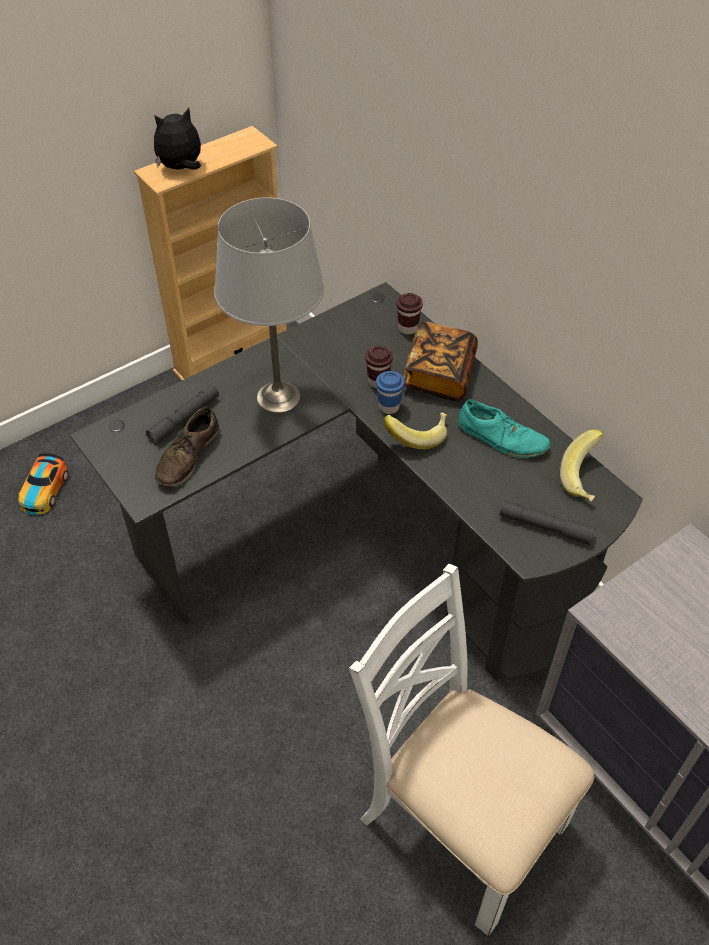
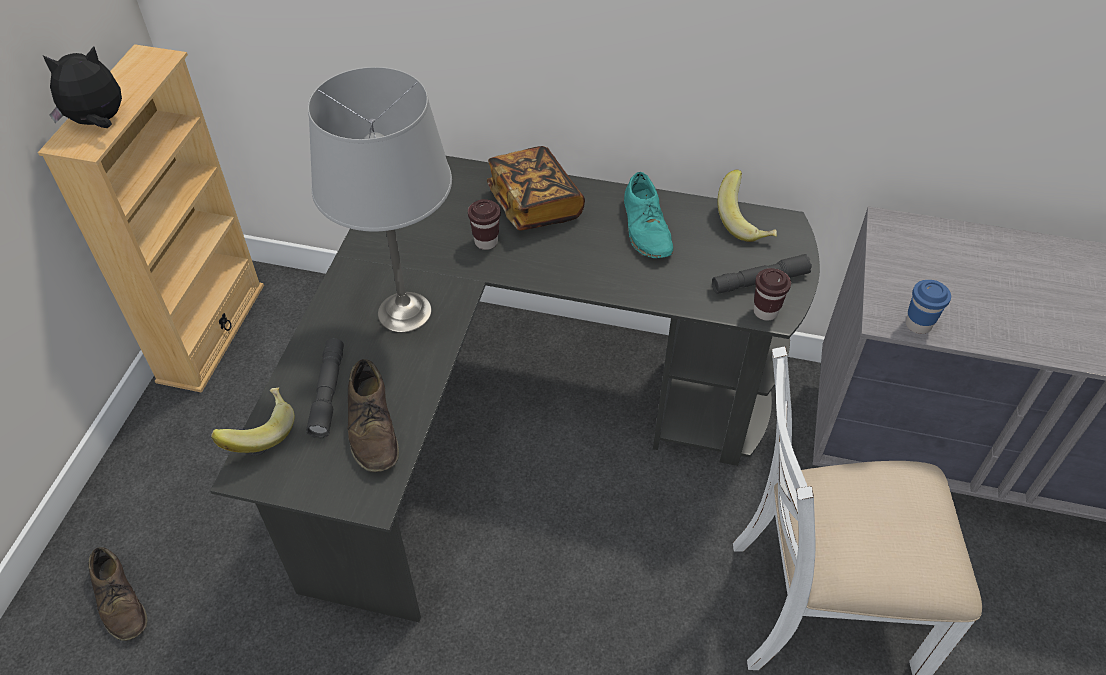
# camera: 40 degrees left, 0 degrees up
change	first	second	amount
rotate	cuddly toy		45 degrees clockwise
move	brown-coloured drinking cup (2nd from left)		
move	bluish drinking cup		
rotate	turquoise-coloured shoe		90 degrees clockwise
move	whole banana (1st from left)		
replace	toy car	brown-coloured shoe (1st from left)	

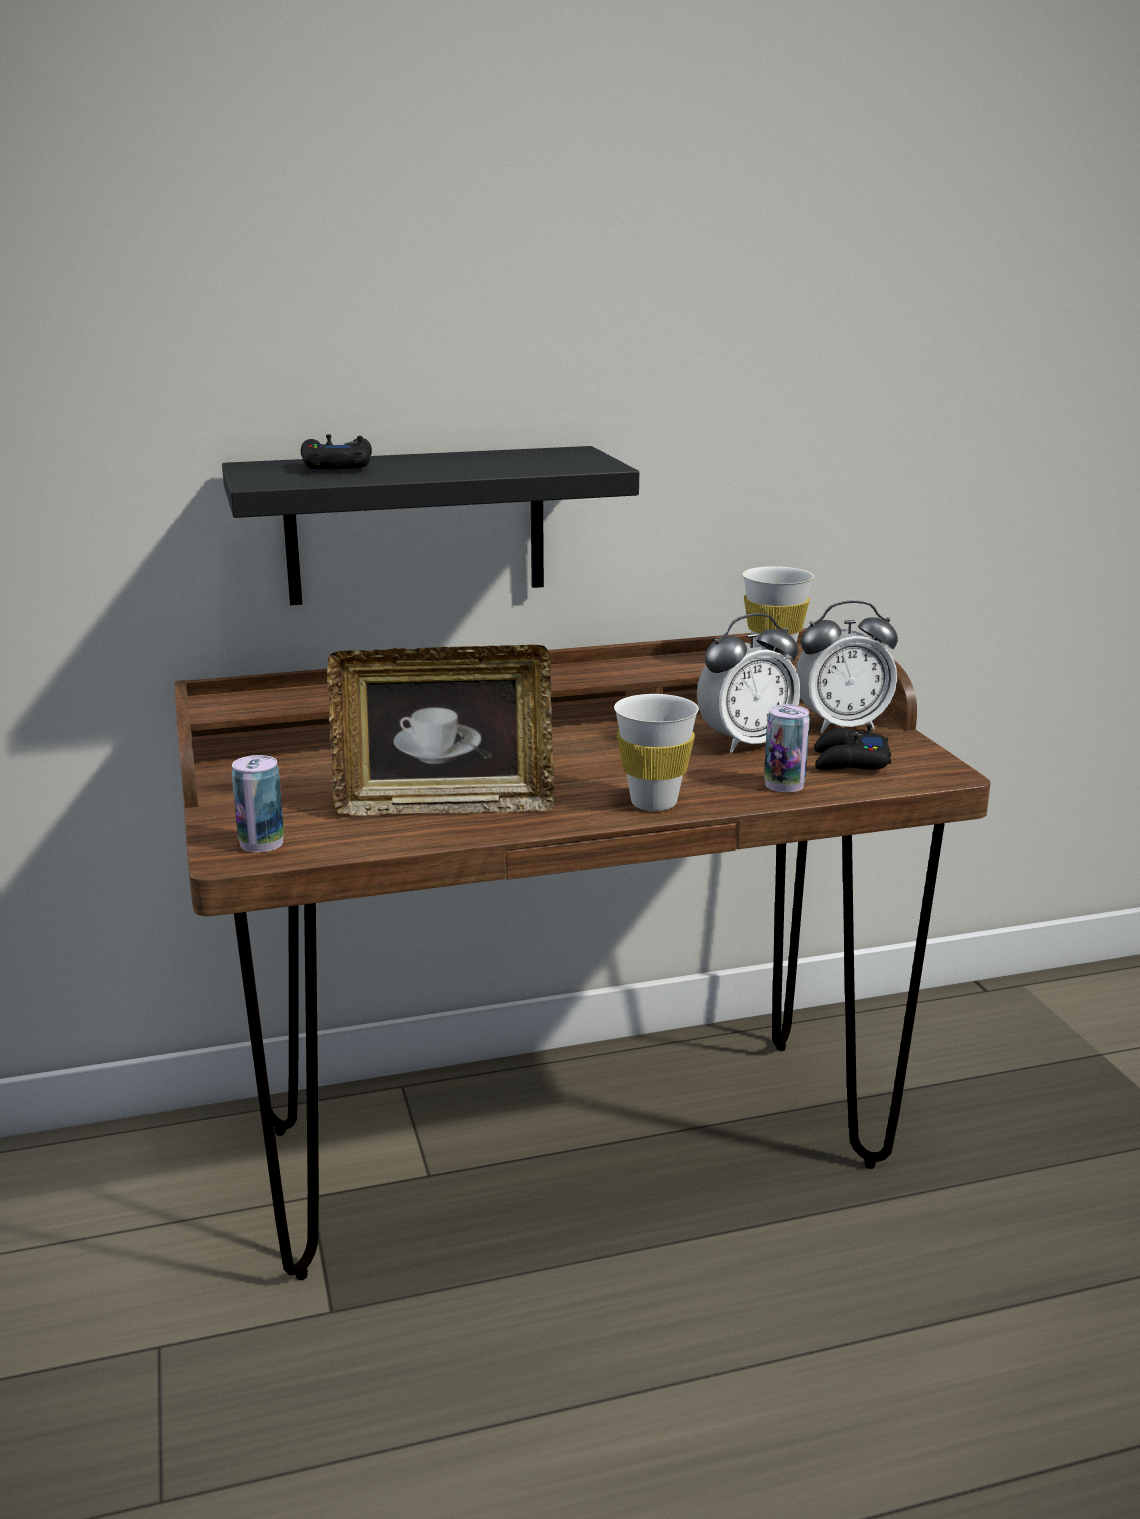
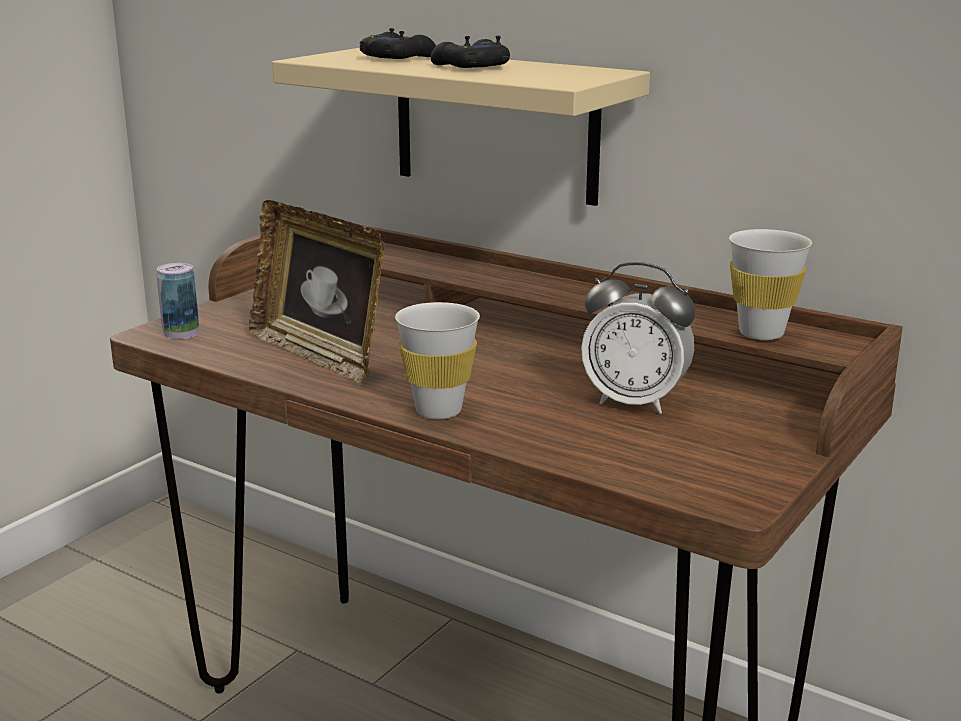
# camera: 50 degrees right, 0 degrees up
change	first	second	amount
recolor	black wall shelf	beige-coloured wall shelf	
delete	bedside clock (2nd from left)		
delete	can (2nd from left)		
move	black gamepad (2nd from left)		

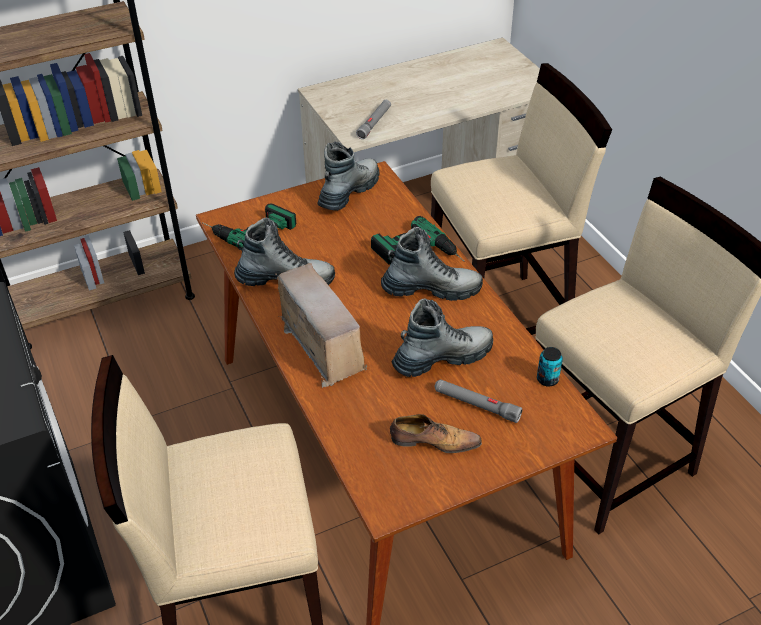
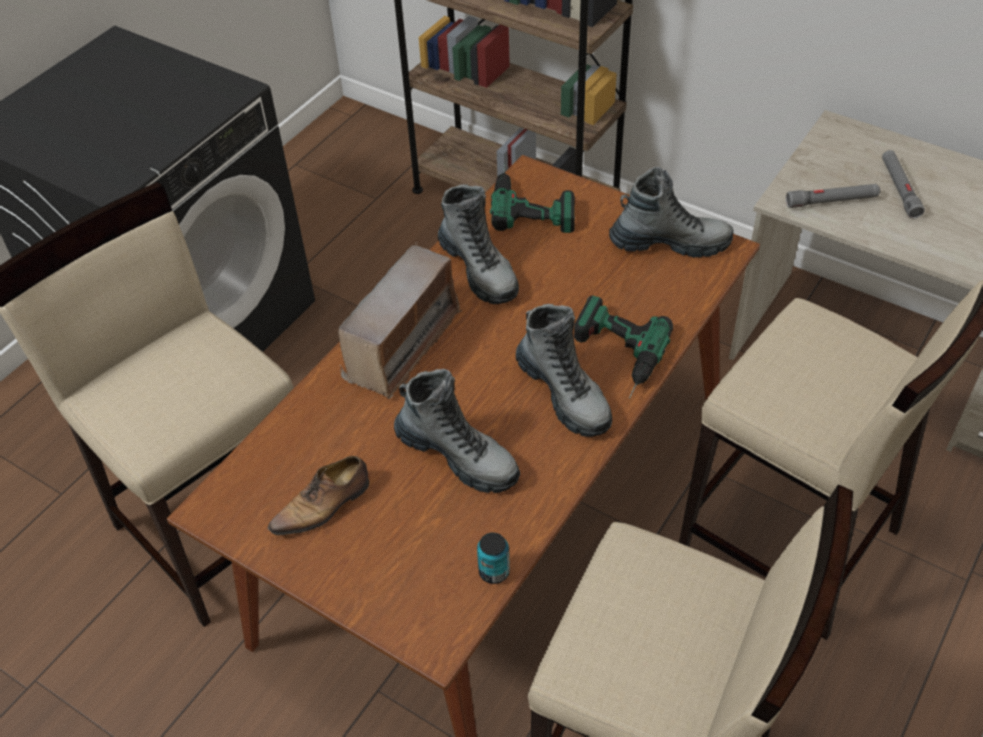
# camera: 60 degrees right, 5 degrees up
change	first	second	amount
move	gray flashlight (2nd from left)		
rotate	shoe		75 degrees clockwise

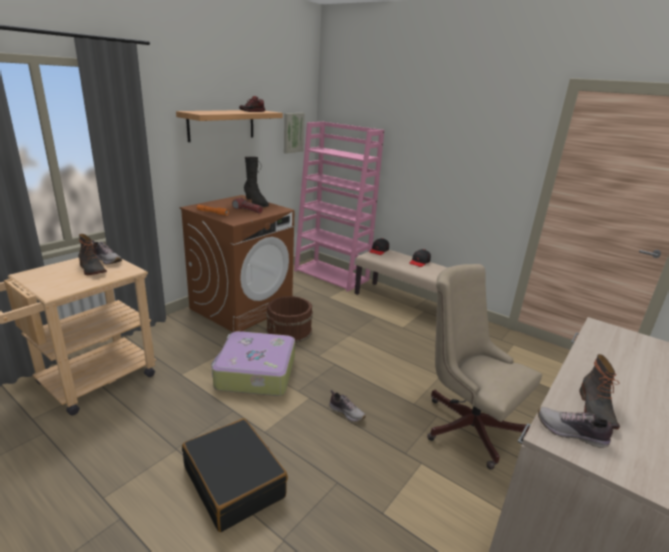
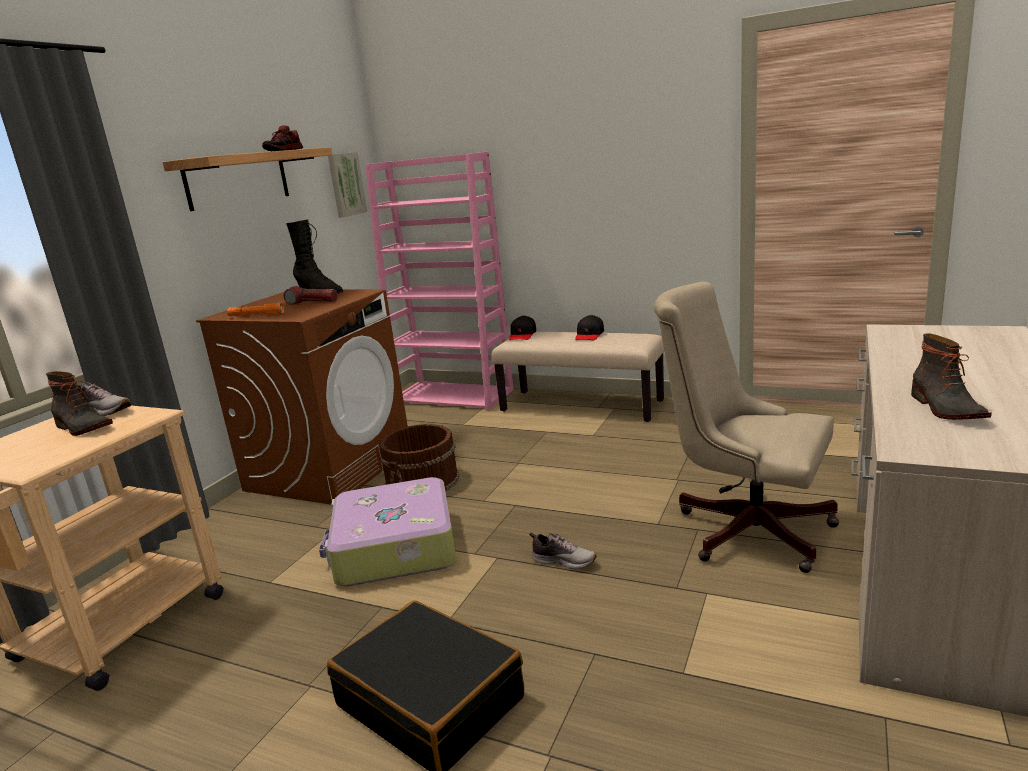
# camera: 10 degrees left, 5 degrees down
change	first	second	amount
delete	shoe (4th from left)		

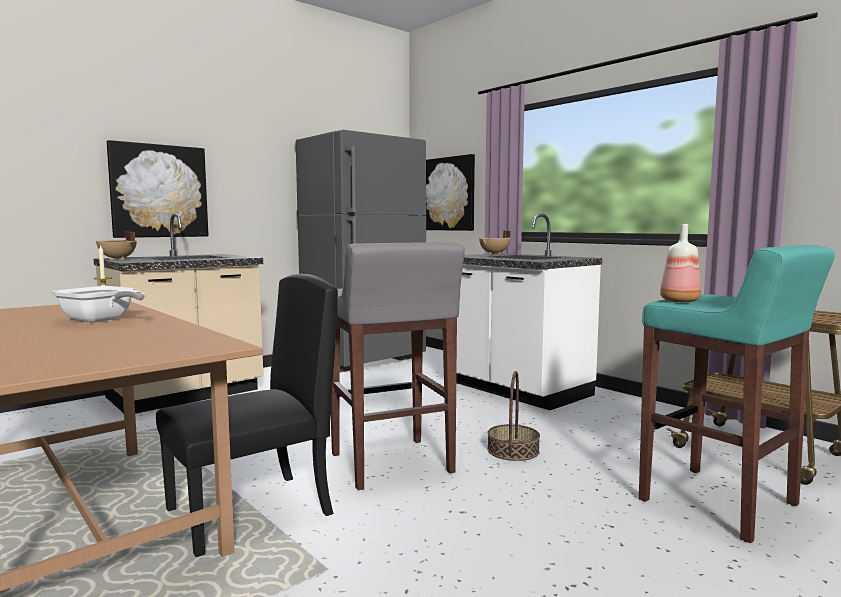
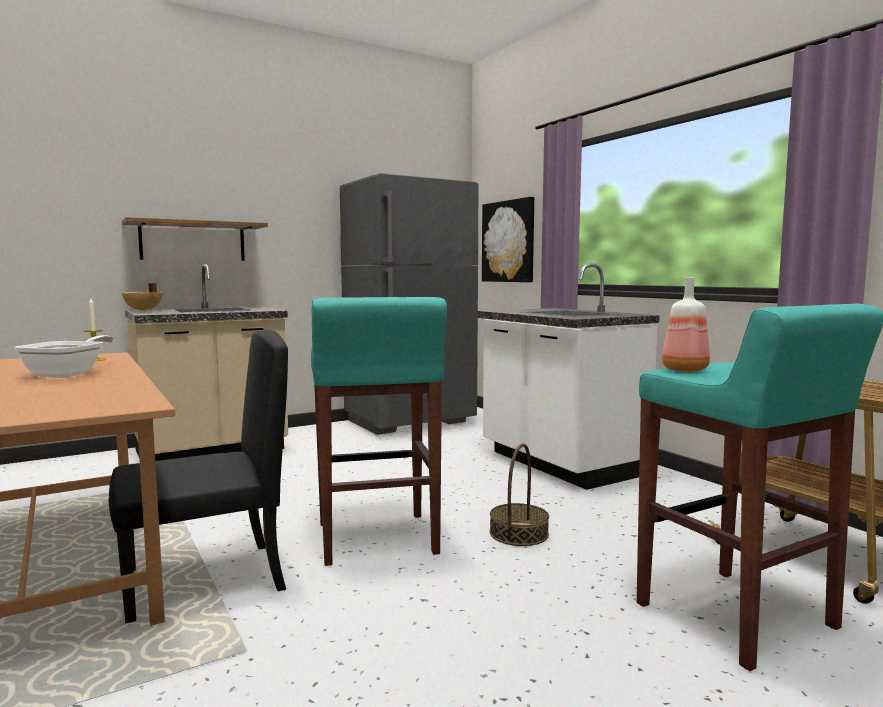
# camera: 10 degrees right, 0 degrees up
change	first	second	amount
replace	picture (1st from left)	wall shelf	
delete	beige-coloured saucepot (2nd from left)		
recolor	gray stool seat	turquoise-coloured stool seat (1st from left)	
rotate	pan		120 degrees counterclockwise

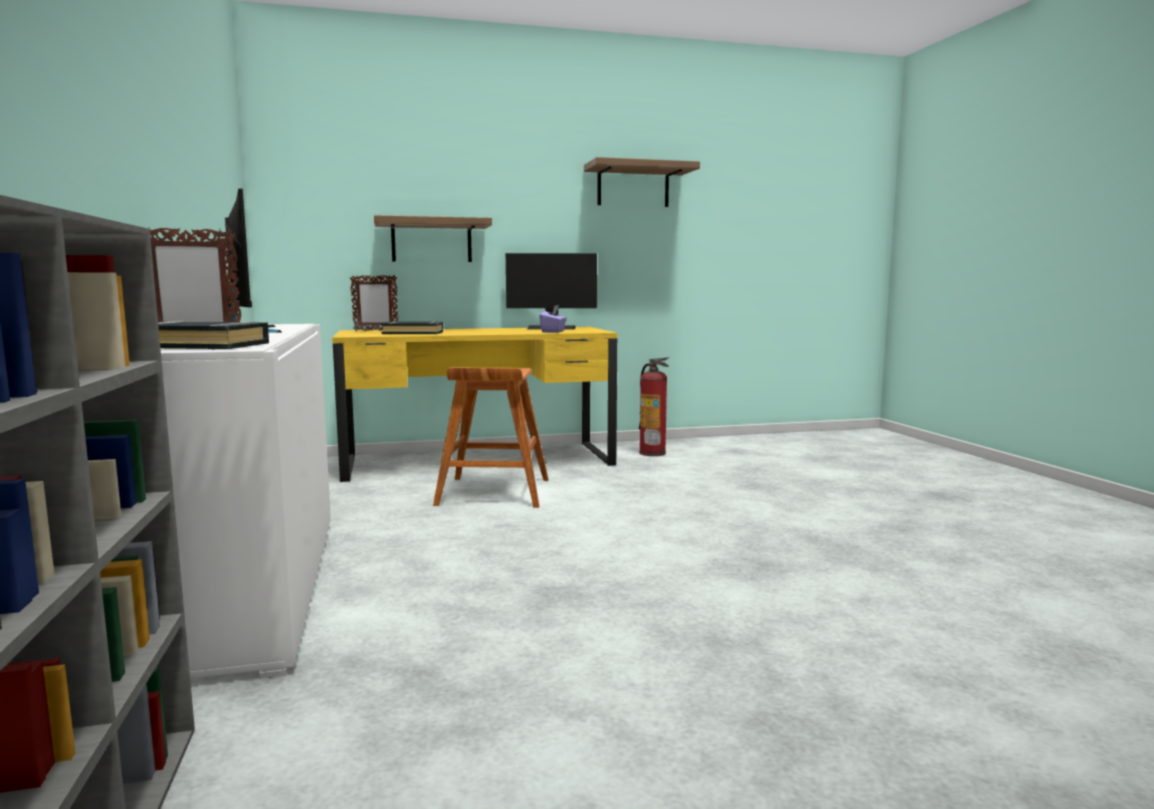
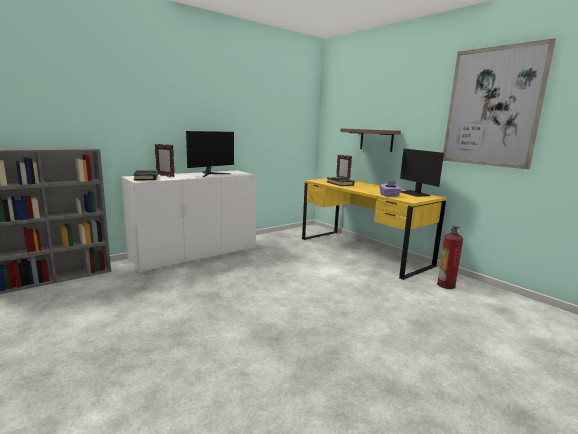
# camera: 65 degrees right, 5 degrees up
change	first	second	amount
replace	wall shelf (2nd from left)	picture	
delete	brown-coloured stool seat		

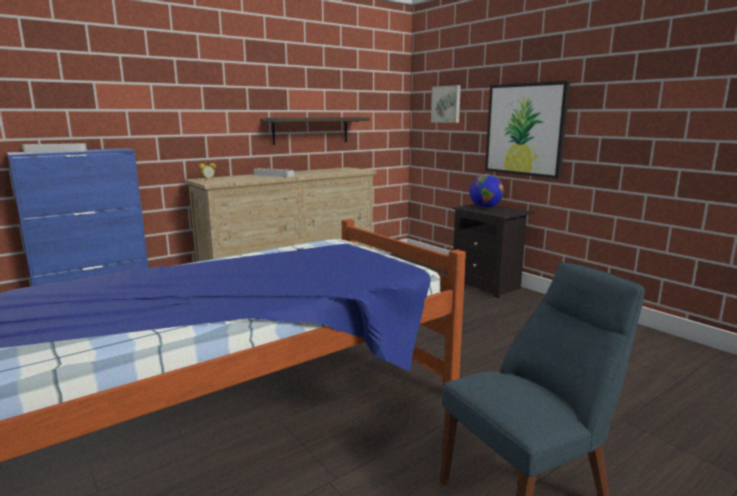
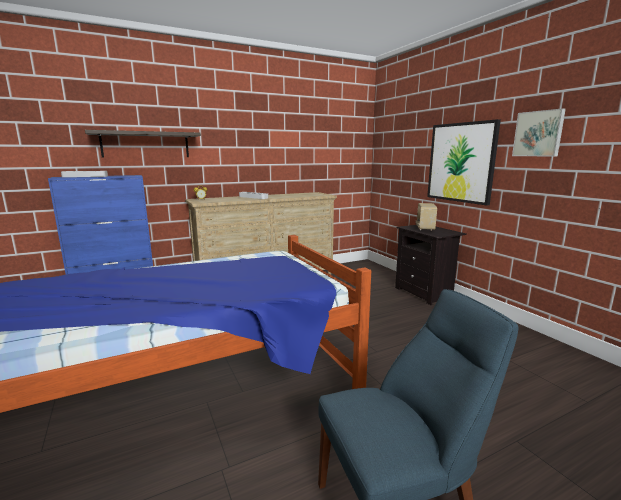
# camera: 10 degrees right, 0 degrees up
change	first	second	amount
move	picture (1st from left in the first image)	picture (2nd from left)	
move	wall shelf		
replace	globe	radio receiver	

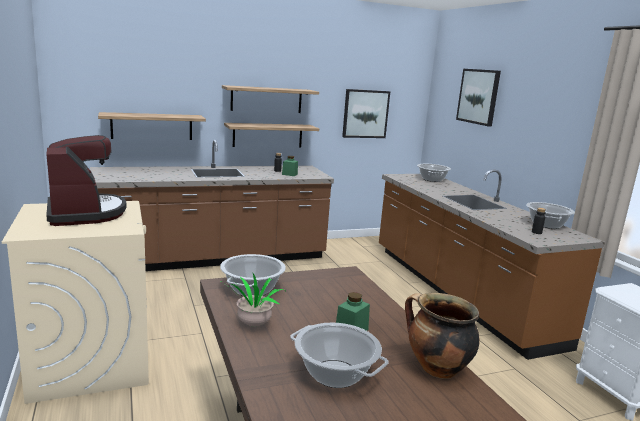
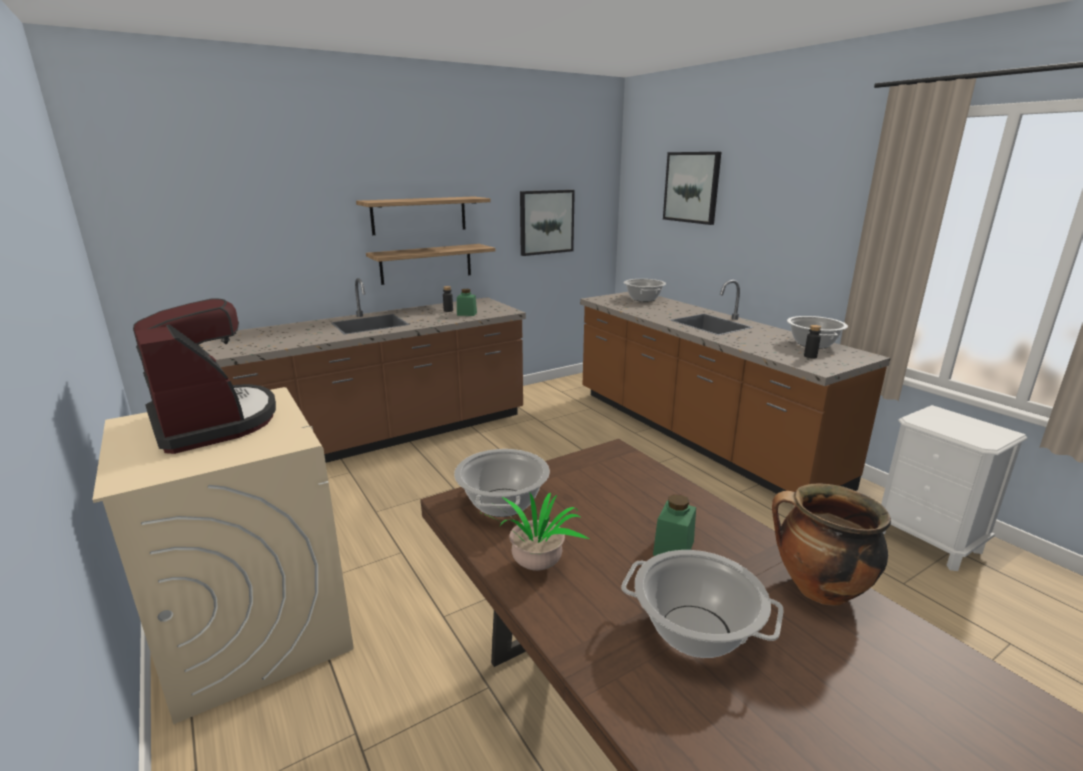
# camera: 10 degrees left, 5 degrees up
change	first	second	amount
delete	wall shelf (1st from left)		

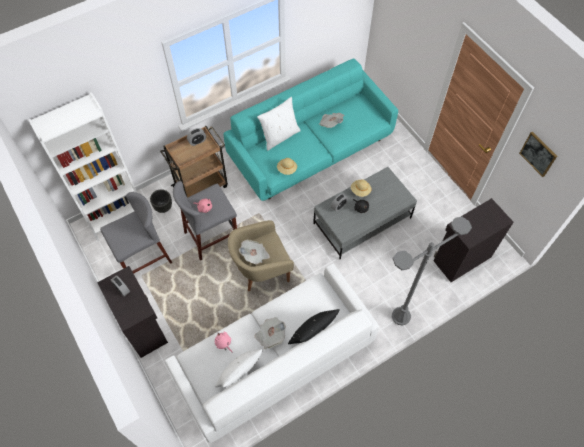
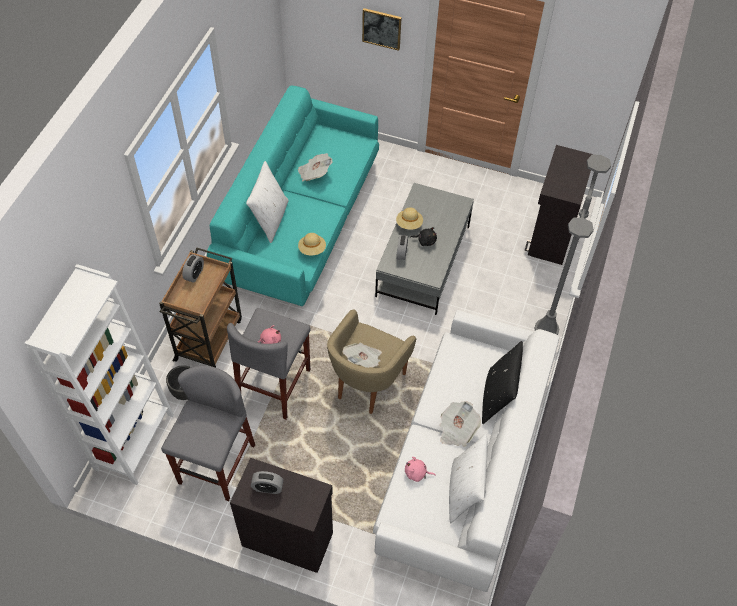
# camera: 40 degrees left, 5 degrees down
change	first	second	amount
move	picture		

